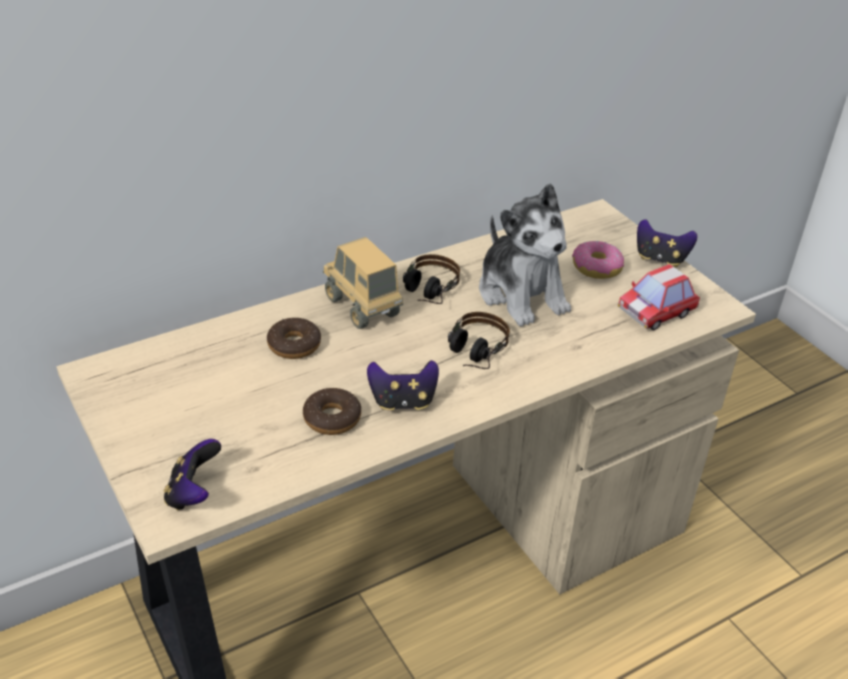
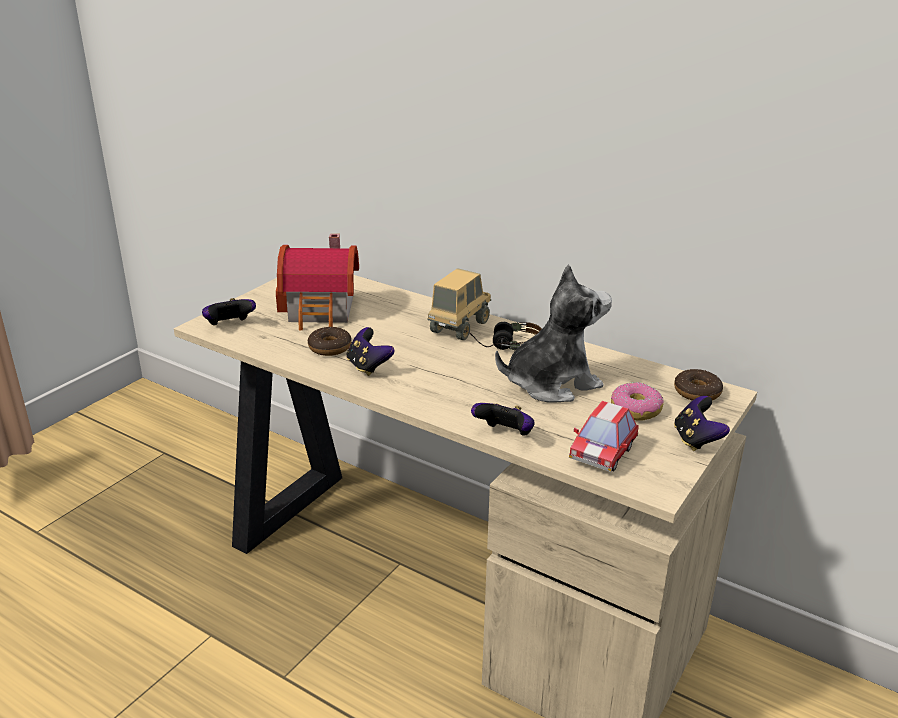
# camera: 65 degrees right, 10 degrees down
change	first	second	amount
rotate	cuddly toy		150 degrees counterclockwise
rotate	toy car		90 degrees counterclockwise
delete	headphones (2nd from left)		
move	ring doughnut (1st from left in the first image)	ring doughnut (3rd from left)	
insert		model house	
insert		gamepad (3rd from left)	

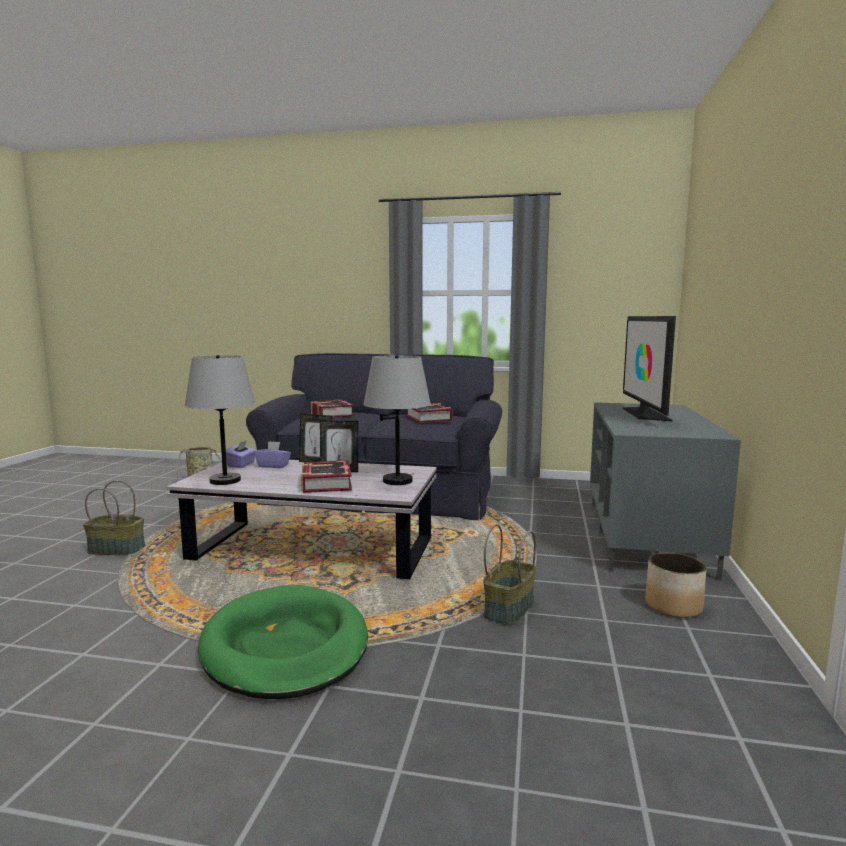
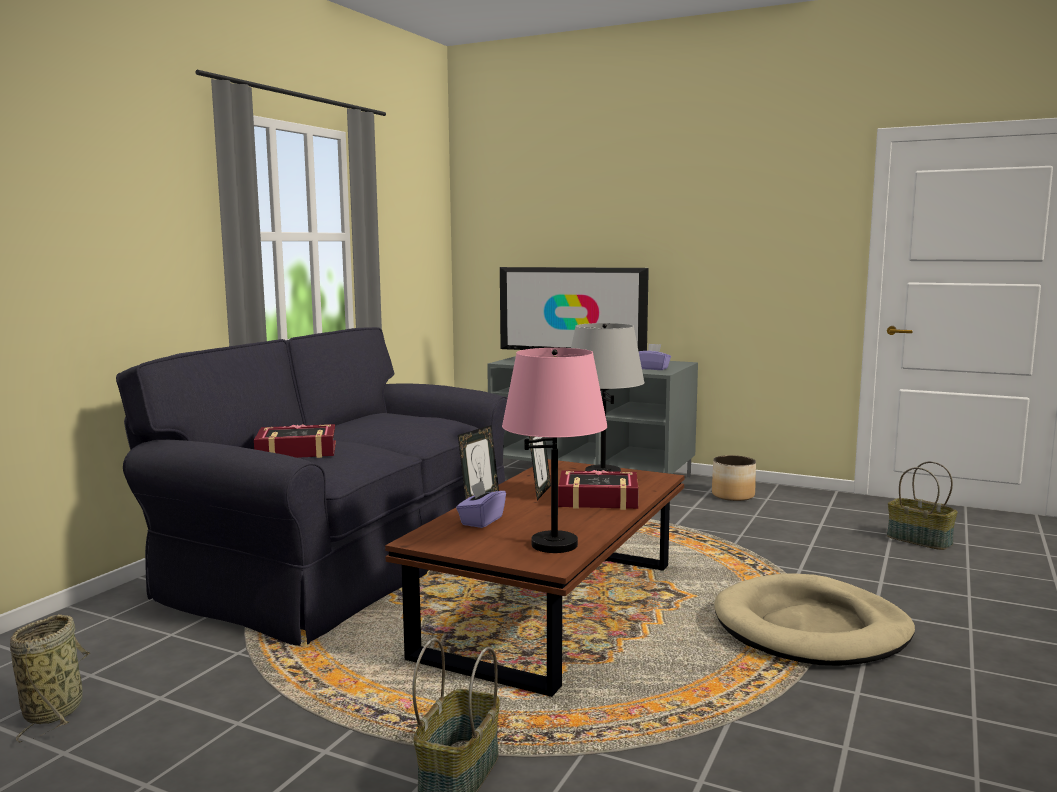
# camera: 75 degrees left, 0 degrees up
change	first	second	amount
recolor	gray tabletop lamp (1st from left)	pinkish tabletop lamp	
delete	book (3rd from left)		
move	purple-coloured tissue box (1st from left in the first image)	purple-coloured tissue box (2nd from left)	
recolor	white low table	brown-coloured low table	
move	household basket (3rd from left)		
recolor	greenish pet bed	beige-coloured pet bed	

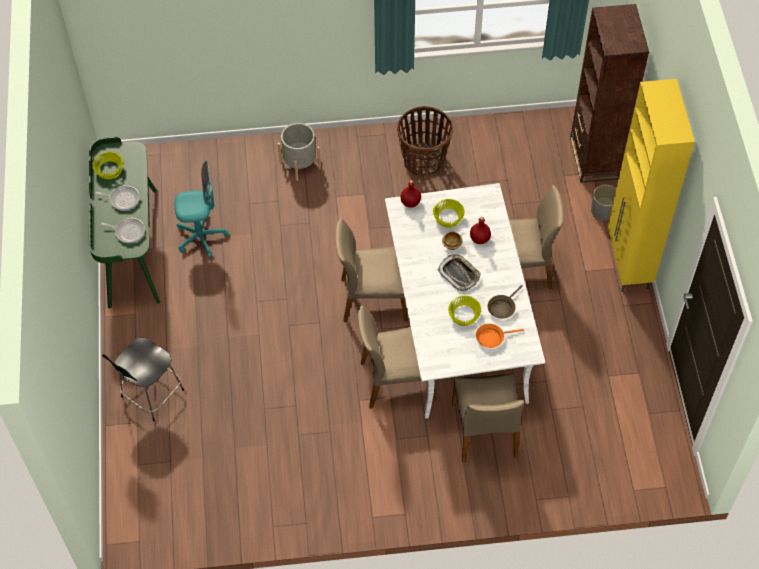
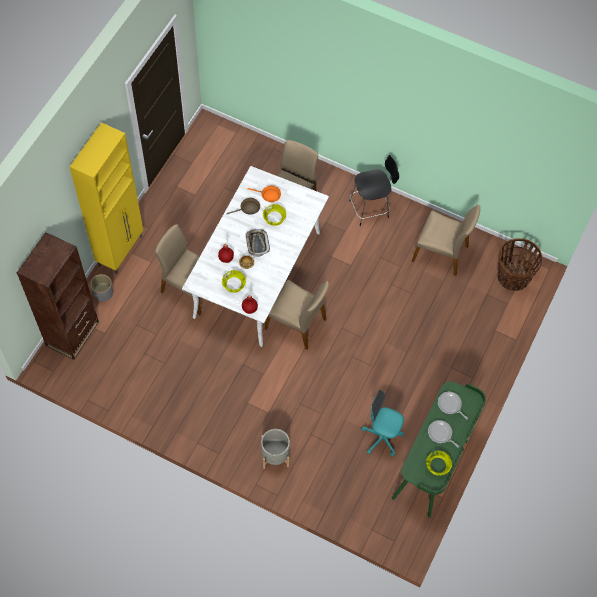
# camera: 150 degrees left, 5 degrees up
change	first	second	amount
move	household basket		
move	beige-coloured plain chair (2nd from left in the first image)	beige-coloured plain chair (4th from left)	
move	black stool seat		

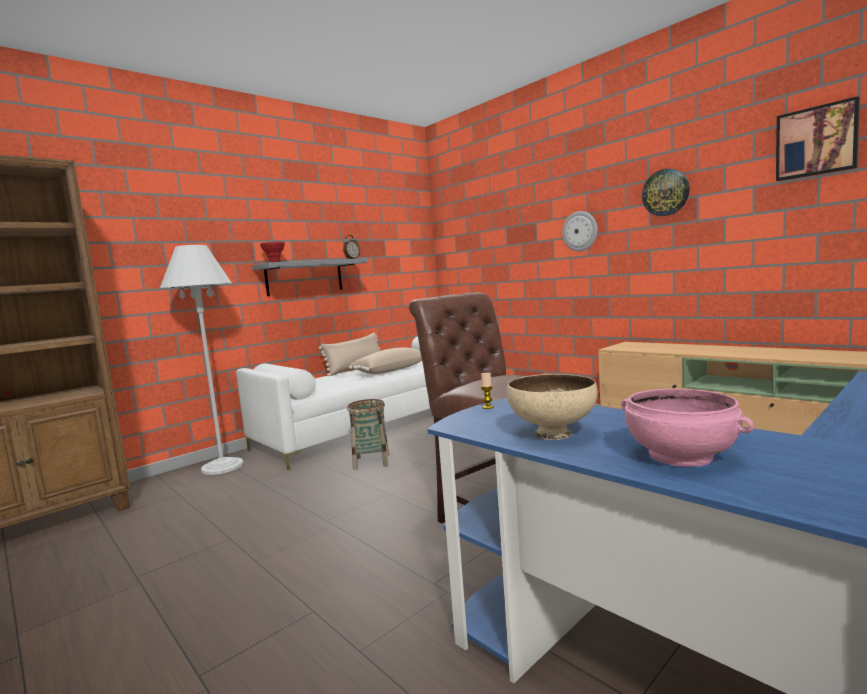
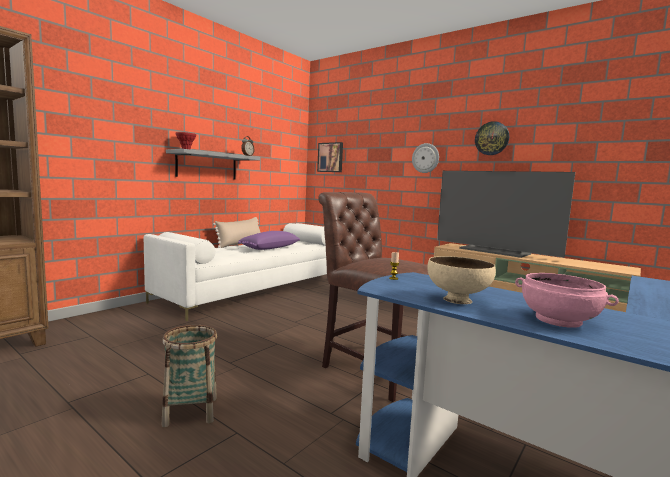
# camera: 10 degrees left, 0 degrees up
change	first	second	amount
move	picture		
delete	white standard lamp		
recolor	beige-coloured pillow (2nd from left)	purple-coloured pillow	
move	household basket		
insert		TV	

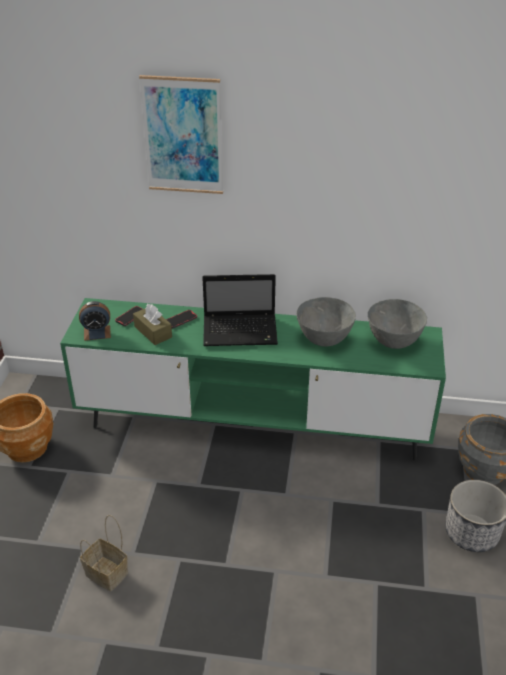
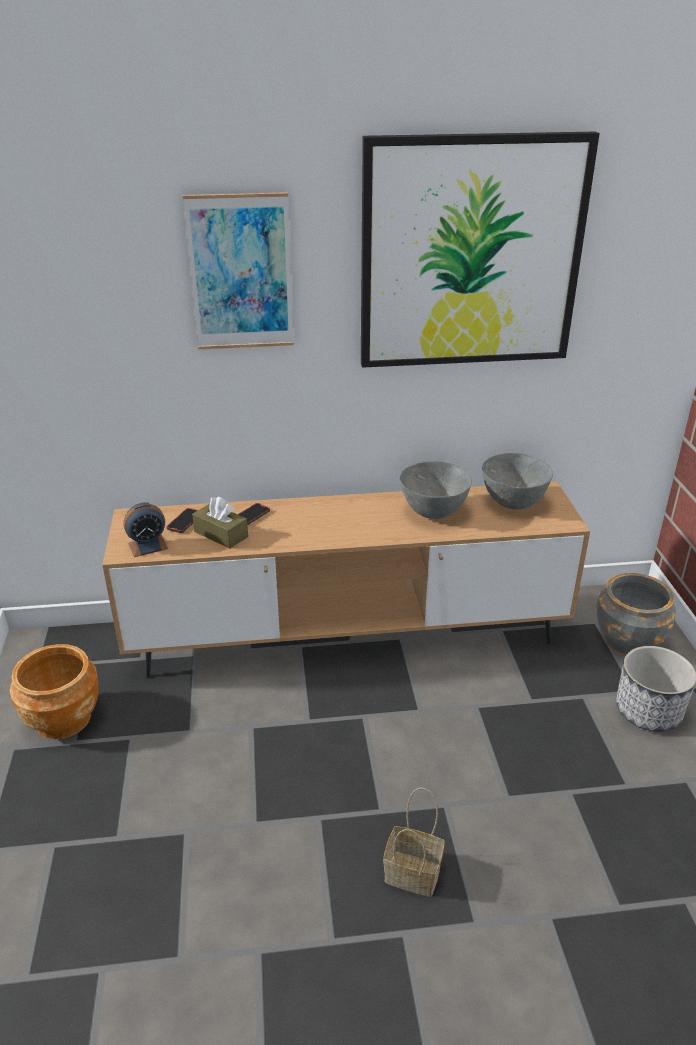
# camera: 15 degrees left, 5 degrees down
change	first	second	amount
delete	portable computer		
recolor	greenish media console	brown-coloured media console	
move	household basket		
insert		picture (2nd from left)	

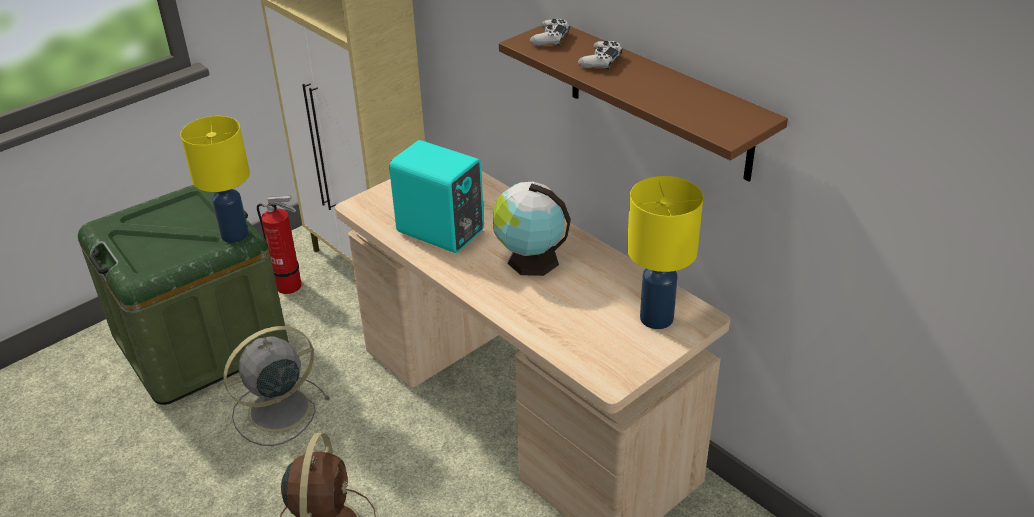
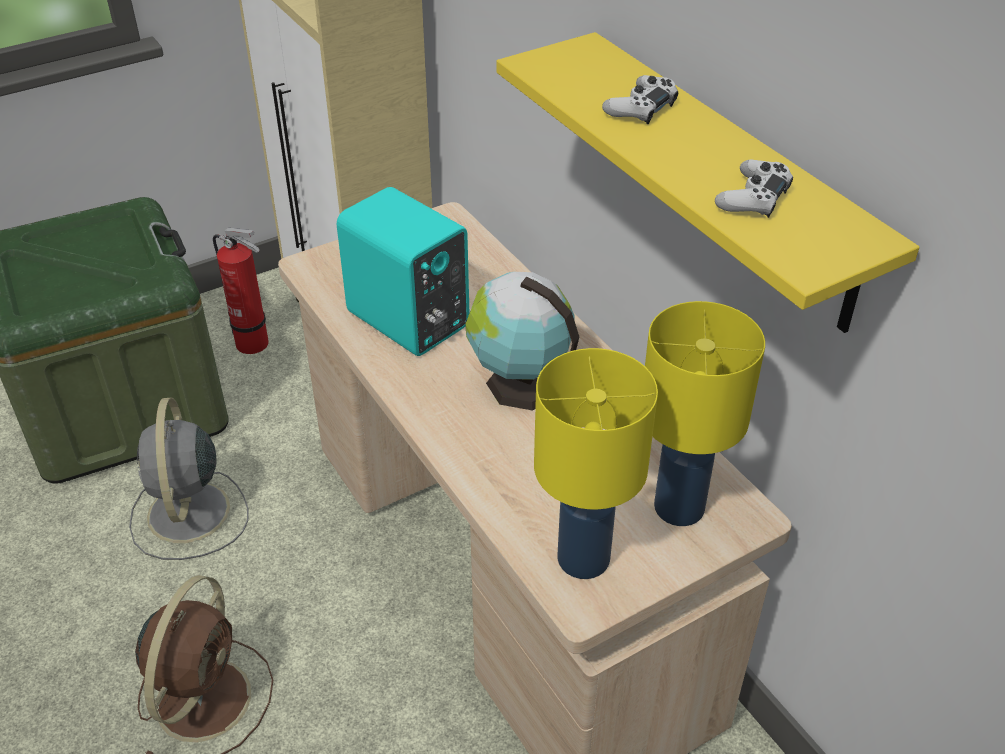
# camera: 10 degrees right, 5 degrees up
change	first	second	amount
move	white gamepad (1st from left in the first image)	white gamepad (2nd from left)	
recolor	brown-coloured wall shelf	yellowish wall shelf	
move	yellowish tabletop lamp (1st from left)		
rotate	gray electric fan		75 degrees counterclockwise

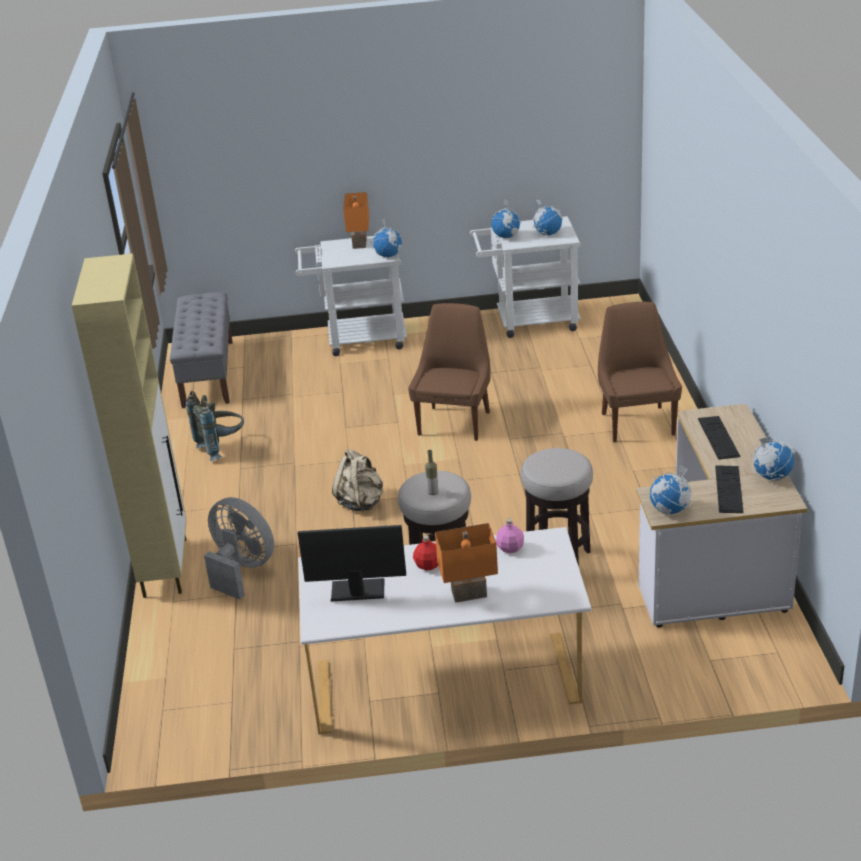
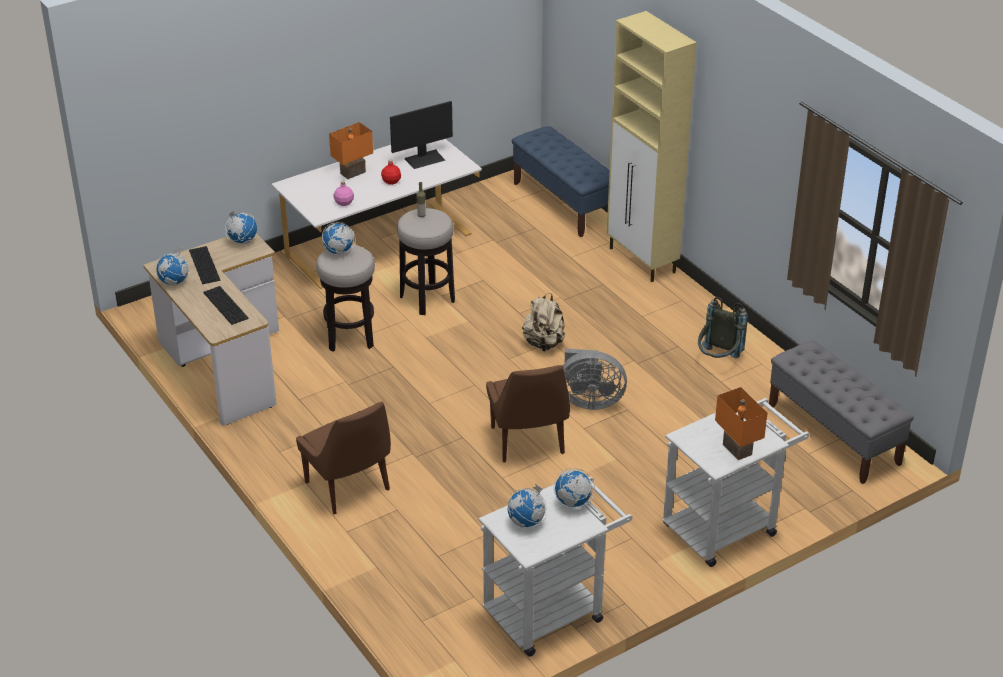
# camera: 150 degrees right, 5 degrees up
change	first	second	amount
move	globe (1st from left in the first image)	globe (3rd from left)	
move	gray electric fan		
insert		bluish long seat	

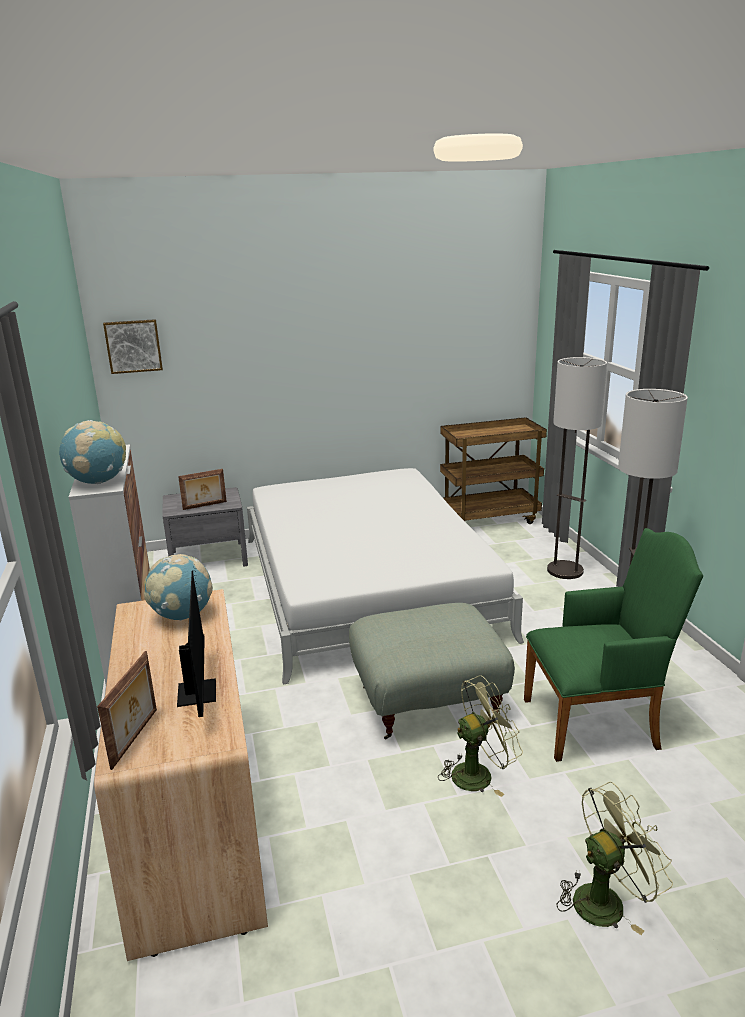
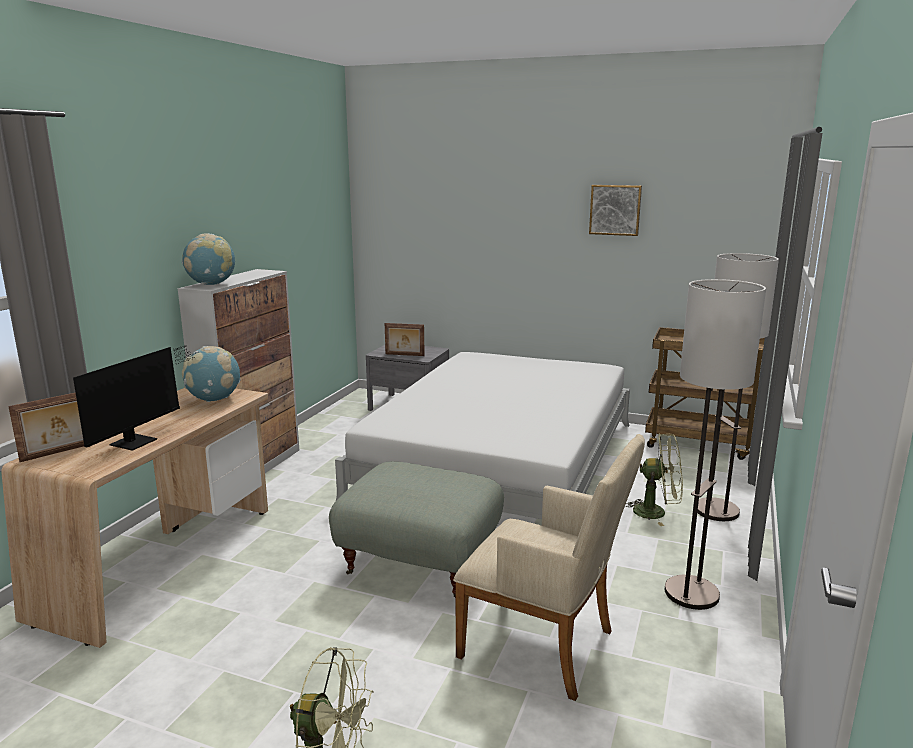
# camera: 35 degrees right, 5 degrees down
change	first	second	amount
move	picture		
recolor	greenish armchair	beige-coloured armchair	
move	greenish electric fan (1st from left in the first image)	greenish electric fan (2nd from left)	

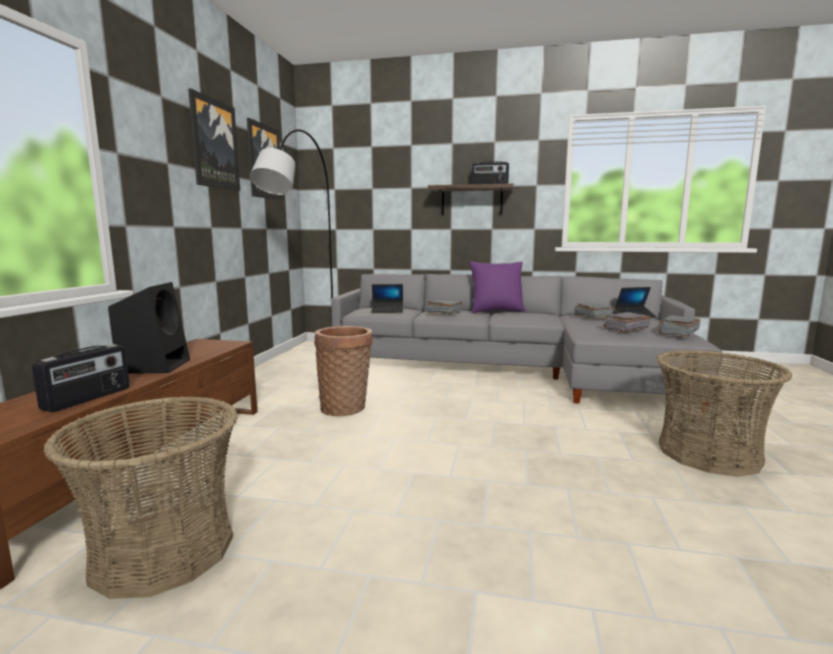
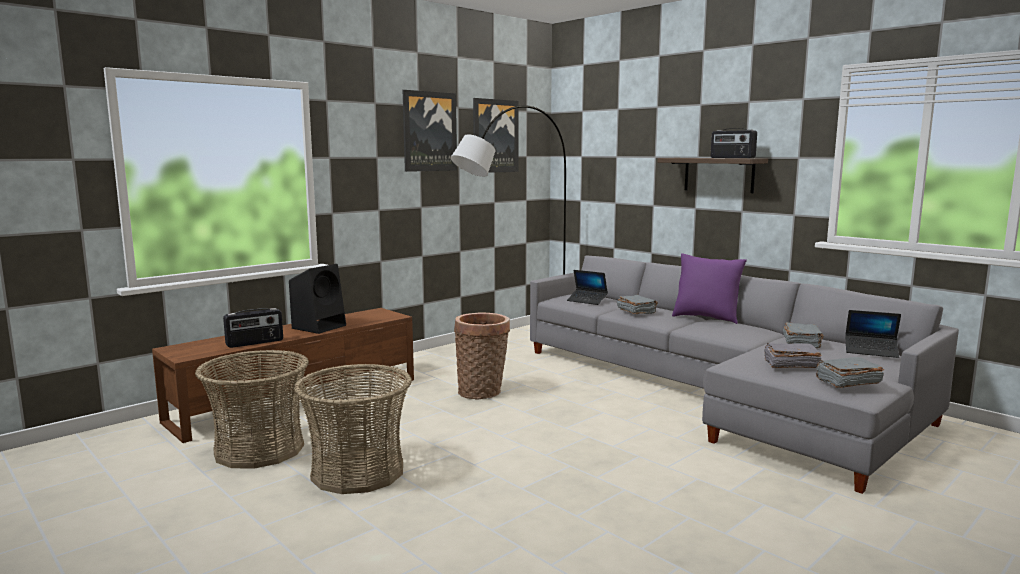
# camera: 35 degrees right, 0 degrees up
change	first	second	amount
move	household basket (3rd from left in the first image)	household basket (2nd from left)	

